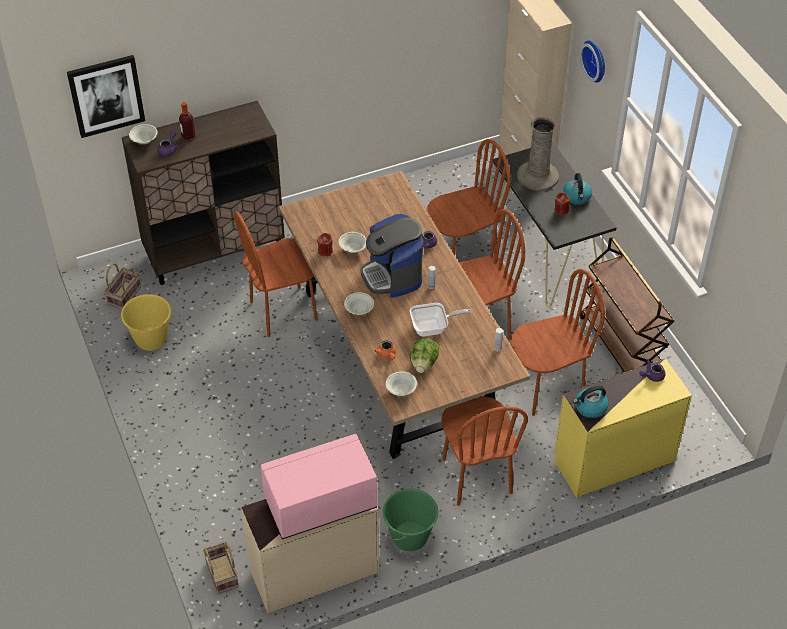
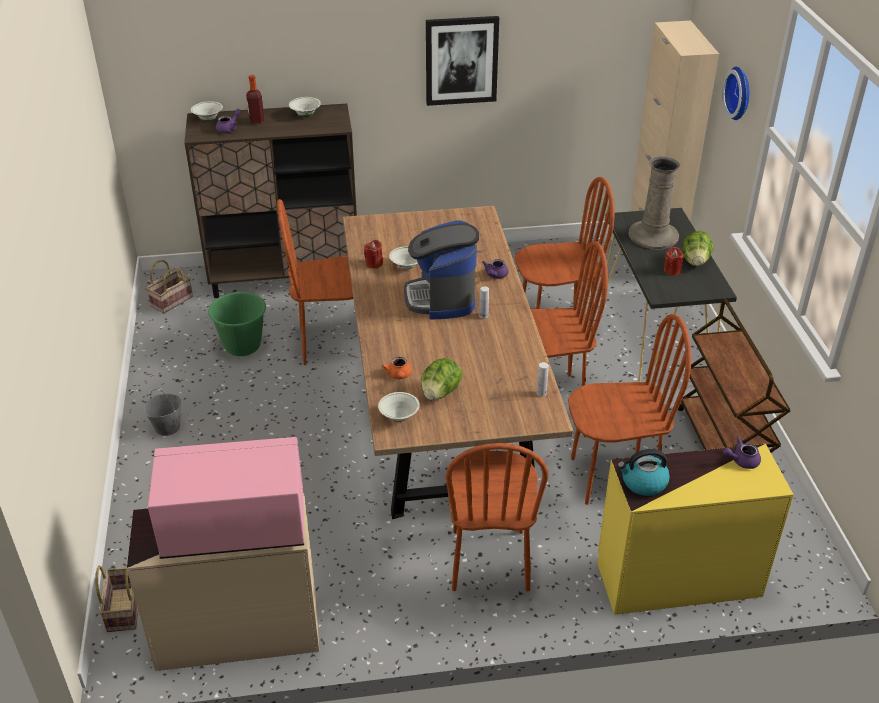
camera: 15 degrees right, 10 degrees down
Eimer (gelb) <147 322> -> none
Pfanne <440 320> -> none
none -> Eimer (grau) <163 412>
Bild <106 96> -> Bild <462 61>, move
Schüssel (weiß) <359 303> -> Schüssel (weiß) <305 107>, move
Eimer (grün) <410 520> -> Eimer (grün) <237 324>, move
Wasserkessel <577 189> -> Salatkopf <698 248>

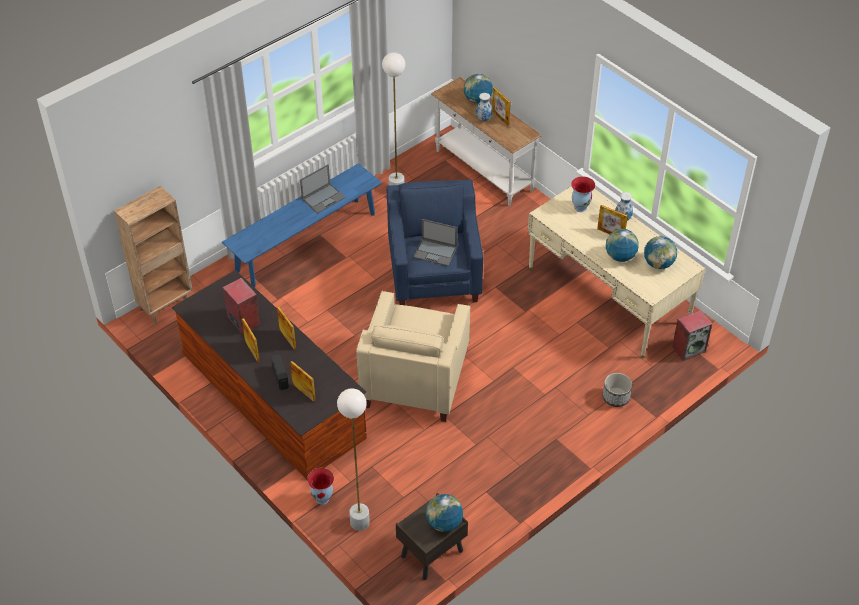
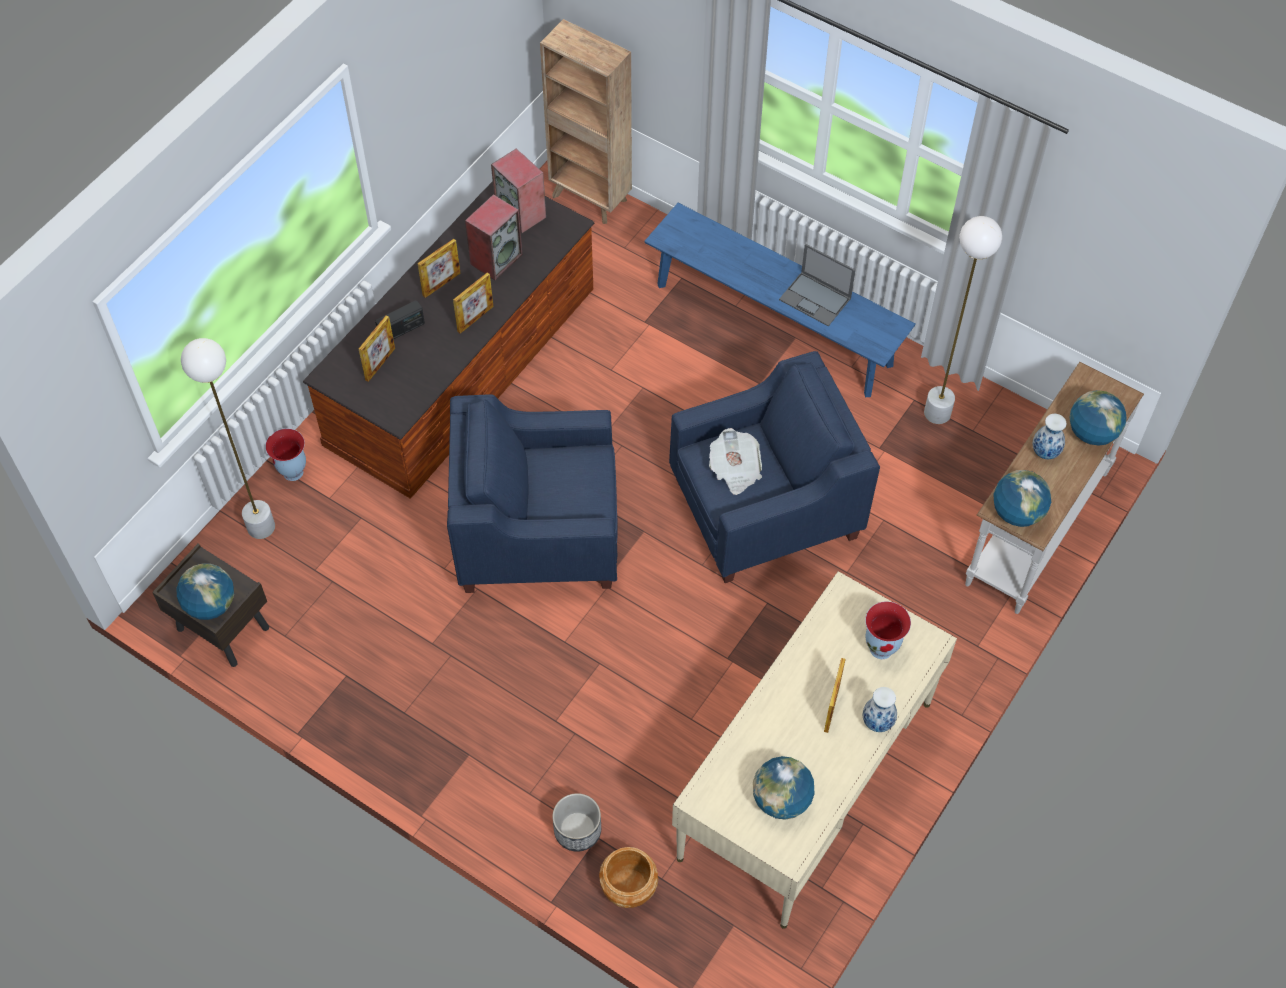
camera: 75 degrees right, 10 degrees up
Bilderrahmen <501 106> -> none
none -> Pflanzkübel (braun) <628 877>
Globus <622 245> -> Globus <1022 498>, move
Lautsprecher <692 335> -> Lautsprecher <518 191>, move
Laptop <435 242> -> Zeitung <735 461>
Sessel (beige) <413 356> -> Sessel (blau) <532 493>

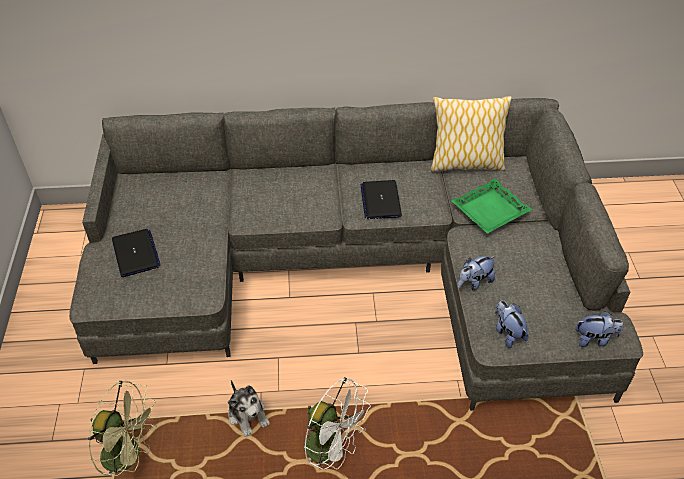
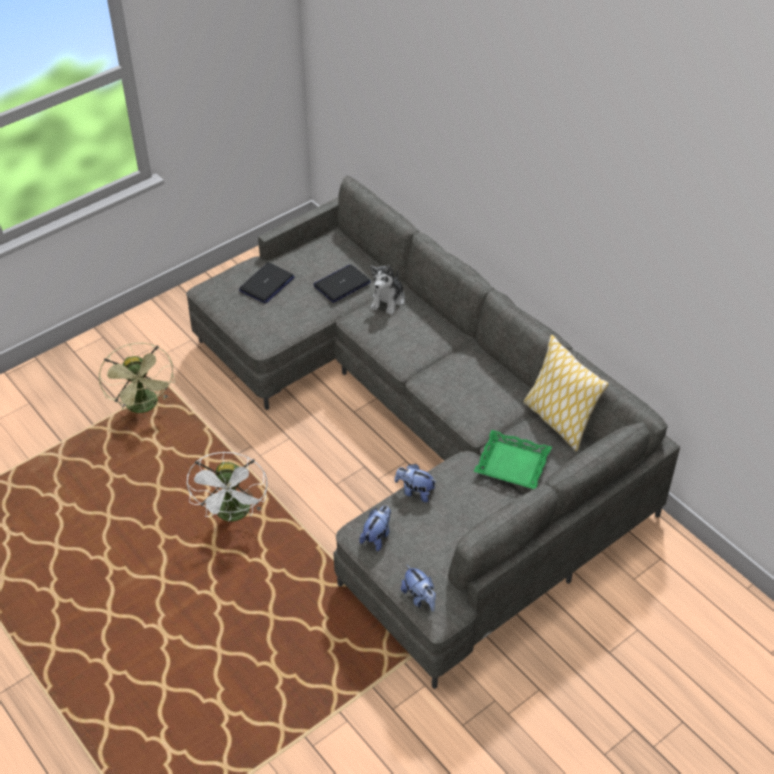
camera: 55 degrees right, 0 degrees up
Plüschtier <249 408> -> Plüschtier <387 290>, move
Laptop <381 199> -> Laptop <342 284>, move

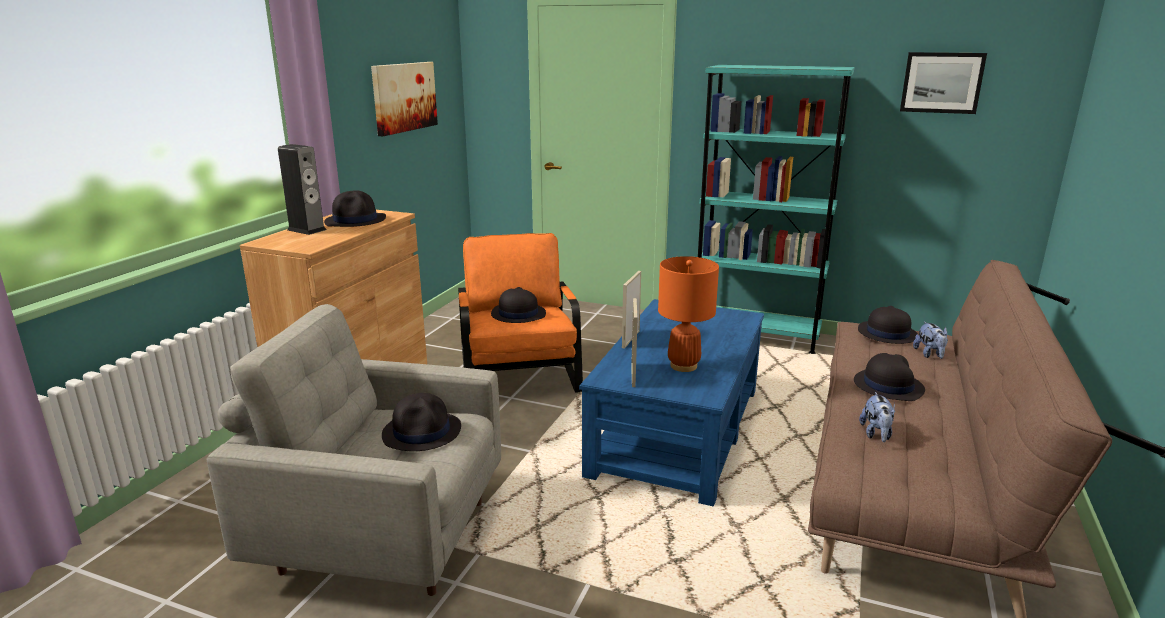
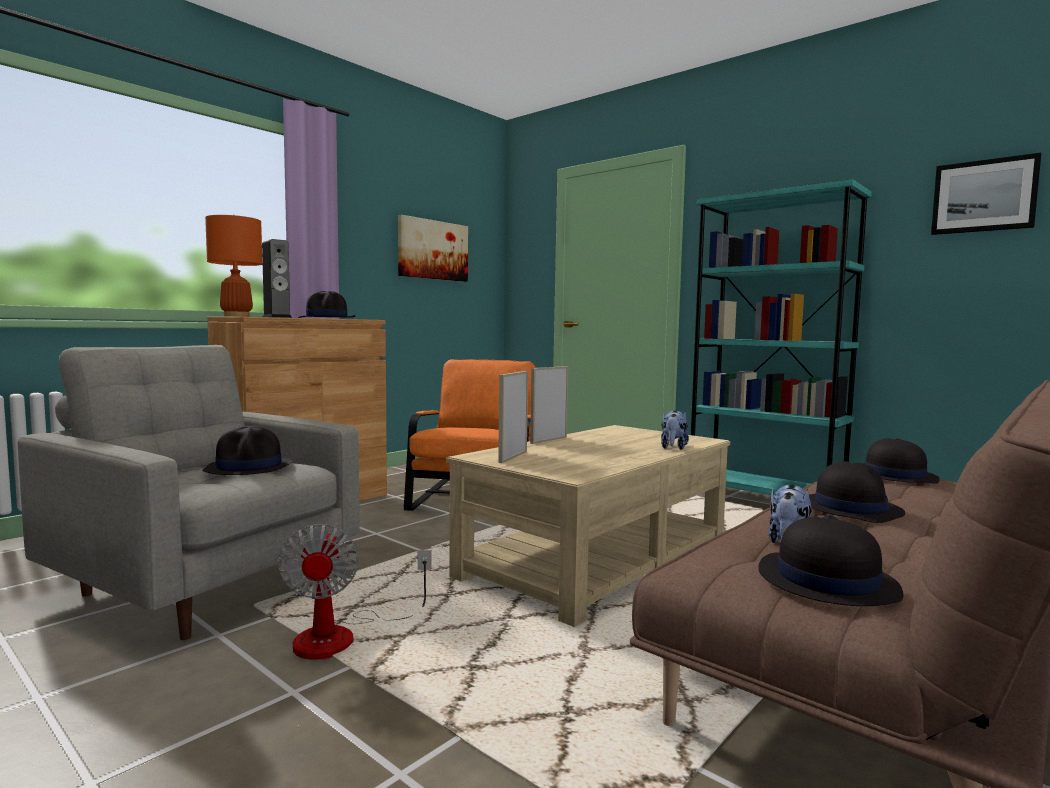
camera: 20 degrees right, 15 degrees down
none -> Ventilator <354 592>
Hut (schwarz) <518 305> -> Hut (schwarz) <830 560>, move
Tischlampe (orange) <688 314> -> Tischlampe (orange) <233 266>, move
Plüschtier <930 340> -> Plüschtier <675 430>, move
Couchtisch (blau) <671 403> -> Couchtisch (beige) <588 526>

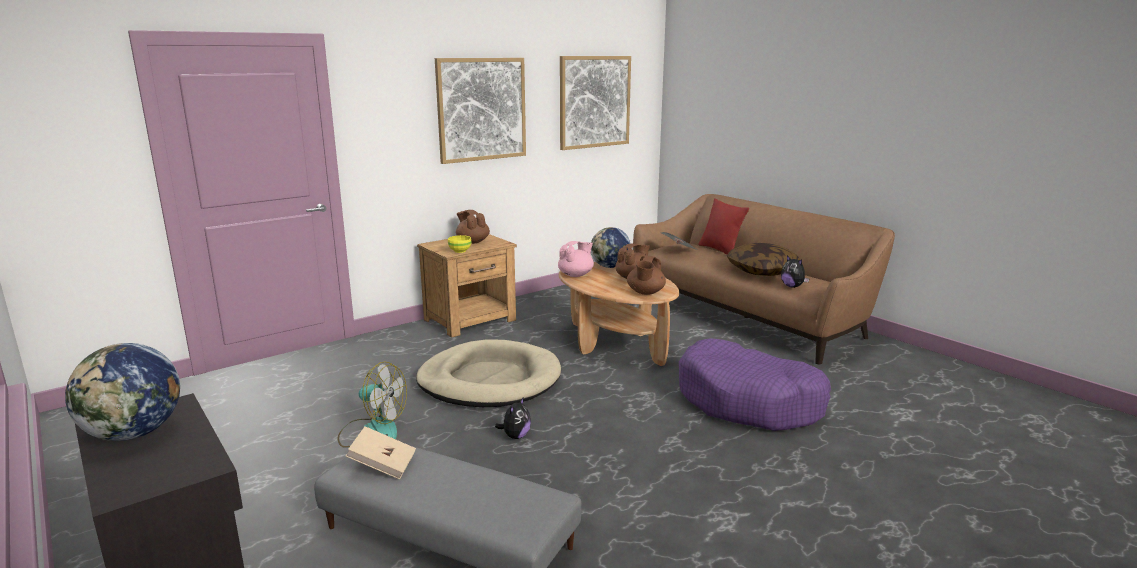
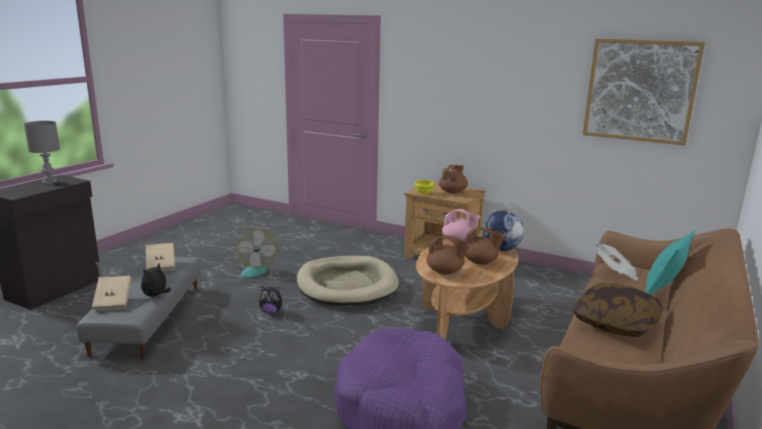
camera: 65 degrees right, 0 degrees up
Bild <480 111> -> none
none -> Buch (beige) <111 293>
Plüschtier <795 271> -> Plüschtier <156 280>, move
Globus <122 392> -> Tischlampe (grau) <42 152>
Kissen (rot) <724 226> -> Kissen (türkis) <670 262>
Teekanne (braun) <646 275> -> Teekanne (braun) <448 255>, 150 degrees counterclockwise

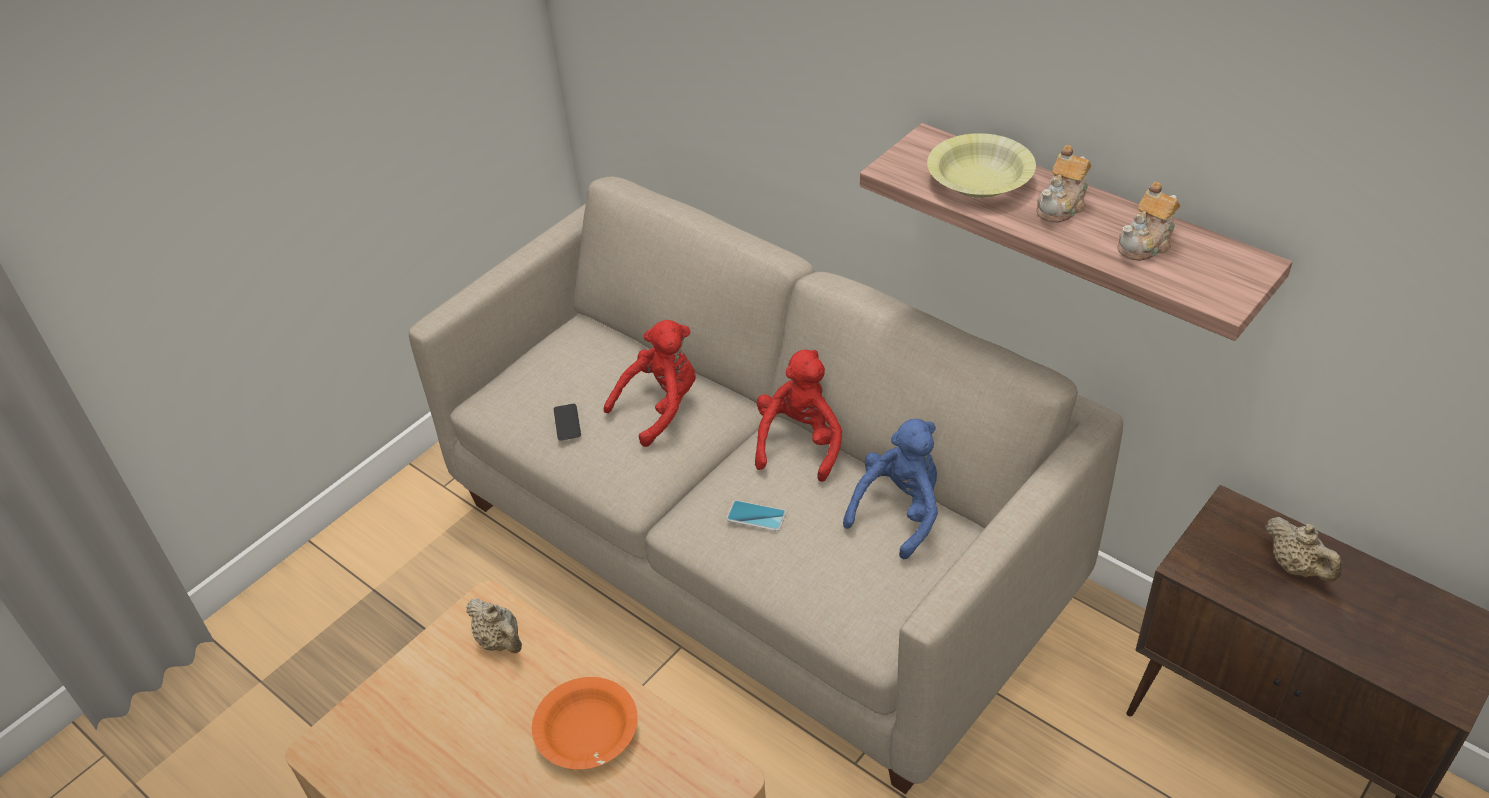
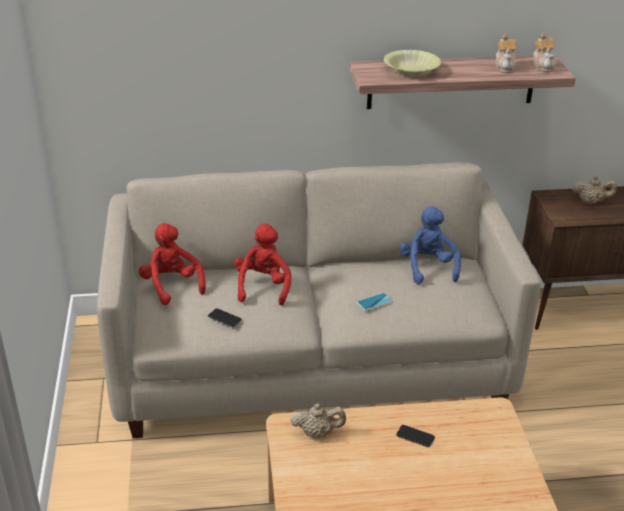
camera: 50 degrees left, 10 degrees down
Plüschtier (rot) <798 416> -> Plüschtier (rot) <172 264>, move
Teekanne <1063 184> -> Teekanne <544 52>, move
Schüssel (orange) <585 723> -> Handy <415 436>

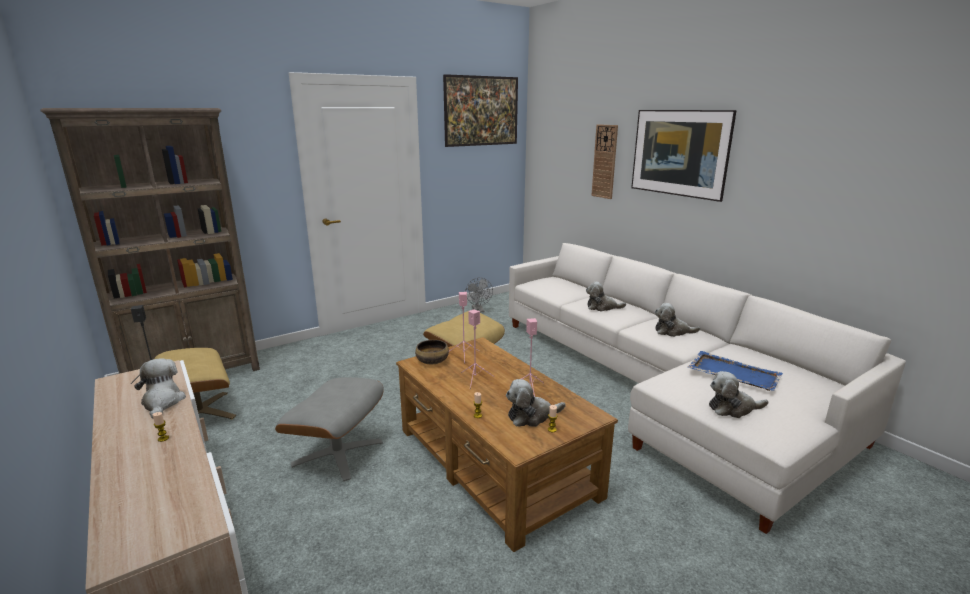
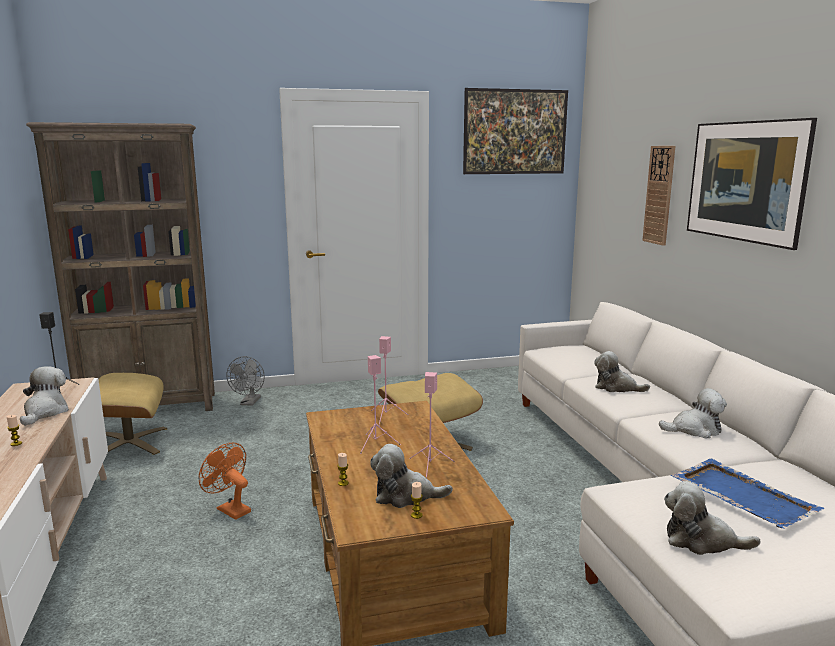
camera: 20 degrees right, 5 degrees down
Schüssel <432 352> -> none
Ventilator (grau) <479 295> -> Ventilator (grau) <245 381>, move
Polsterhocker (grau) <329 429> -> Ventilator (orange) <224 481>
Plüschtier <677 320> -> Plüschtier <693 413>, 150 degrees clockwise

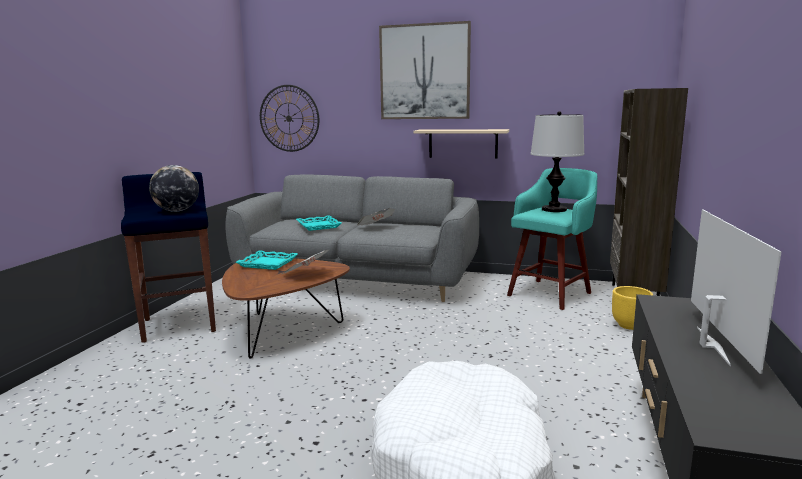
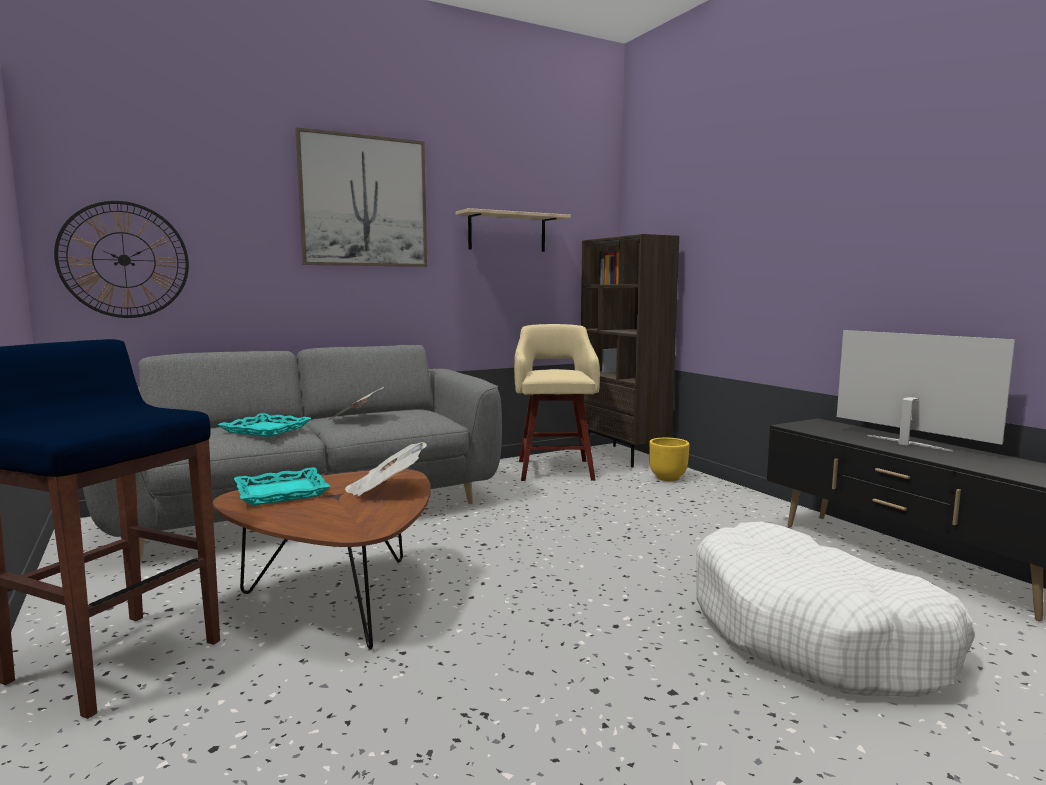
camera: 45 degrees left, 5 degrees down
Globus <174 188> -> none
Tischlampe <558 161> -> none
Wandregal (beige) <461 144> -> Wandregal (beige) <513 230>, move
Hocker (türkis) <552 239> -> Hocker (beige) <557 402>

